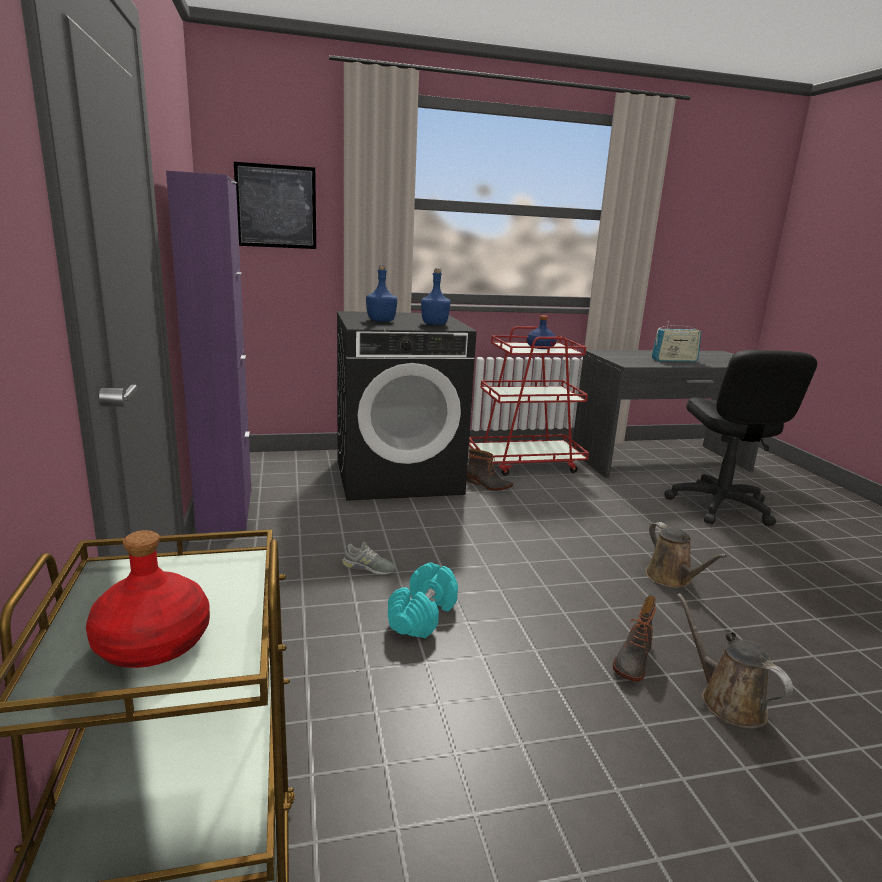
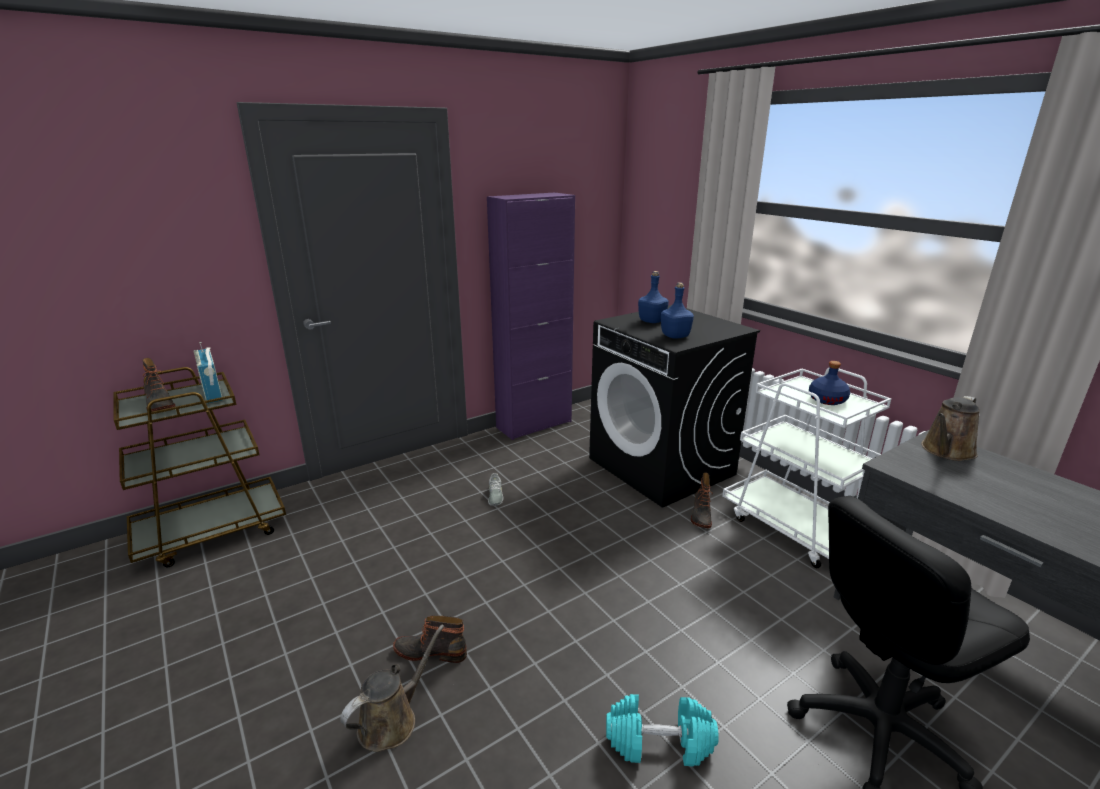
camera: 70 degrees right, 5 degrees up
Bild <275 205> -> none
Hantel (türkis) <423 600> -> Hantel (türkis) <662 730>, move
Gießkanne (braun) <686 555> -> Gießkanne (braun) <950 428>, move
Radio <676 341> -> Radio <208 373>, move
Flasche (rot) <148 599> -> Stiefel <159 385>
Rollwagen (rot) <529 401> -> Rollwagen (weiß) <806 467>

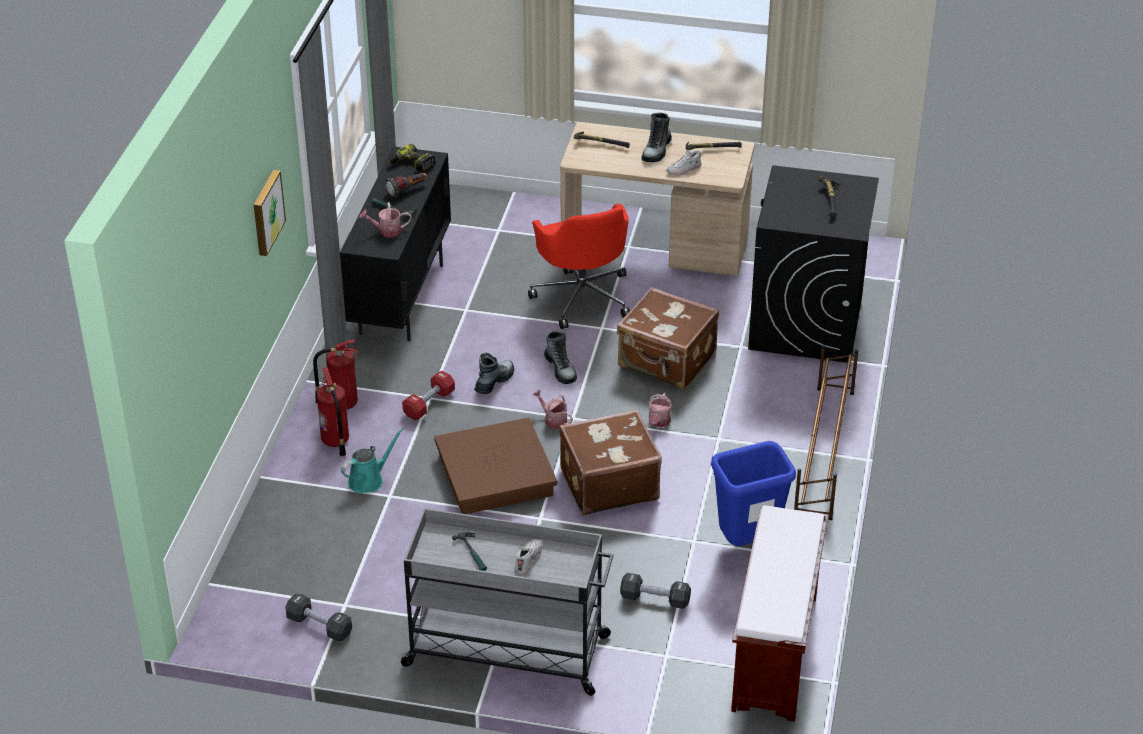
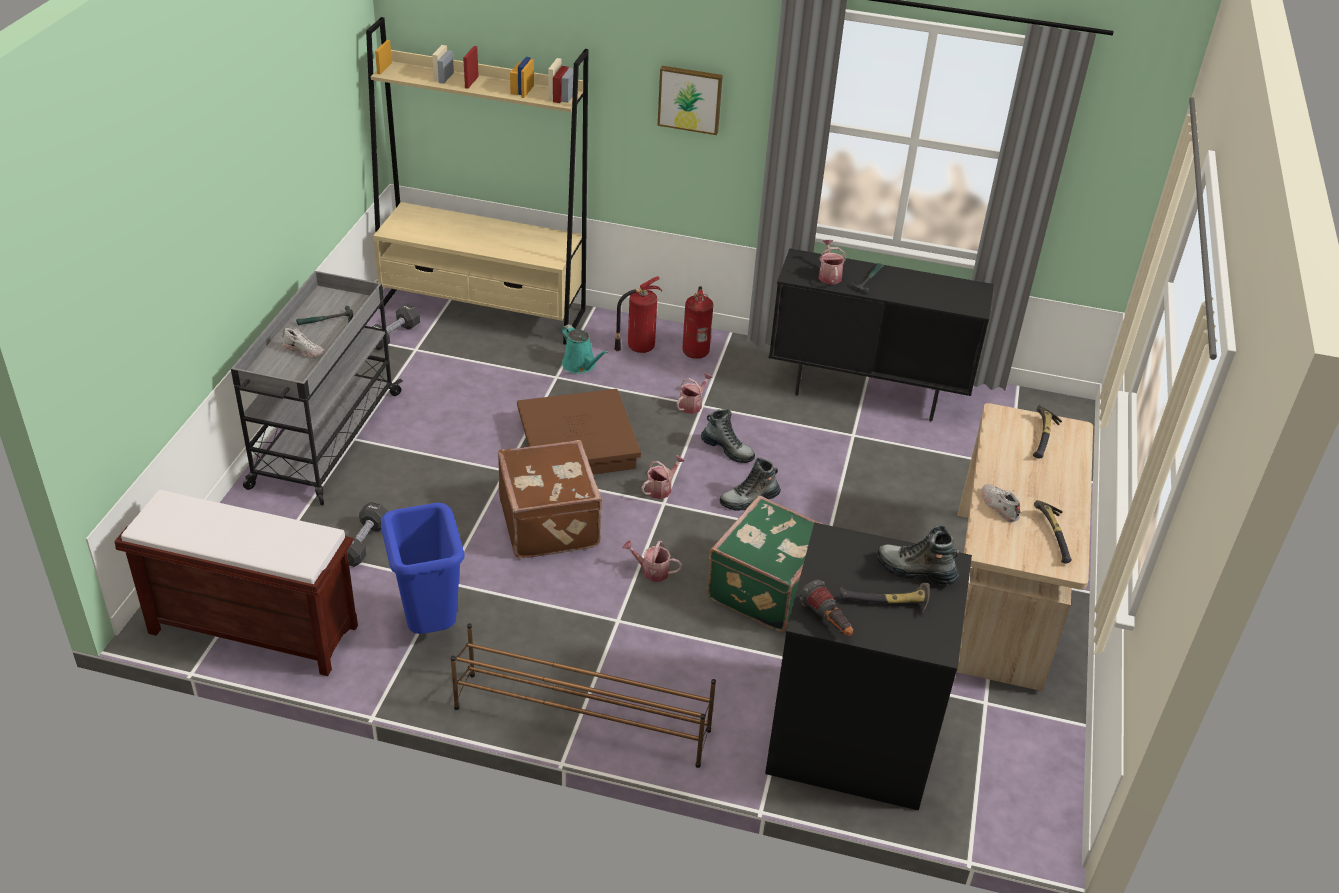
camera: 90 degrees right, 0 degrees up
Bohrmaschine <411 158> -> none
Bürostuhl (rot) <579 266> -> none
none -> Bücherregal (beige) <477 181>
Taschenlampe <406 185> -> Taschenlampe <826 608>, move
Stiefel <656 137> -> Stiefel <918 555>, move
Hantel (rot) <428 395> -> Gießkanne <694 393>
Koffer (braun) <668 338> -> Koffer (grün) <766 563>

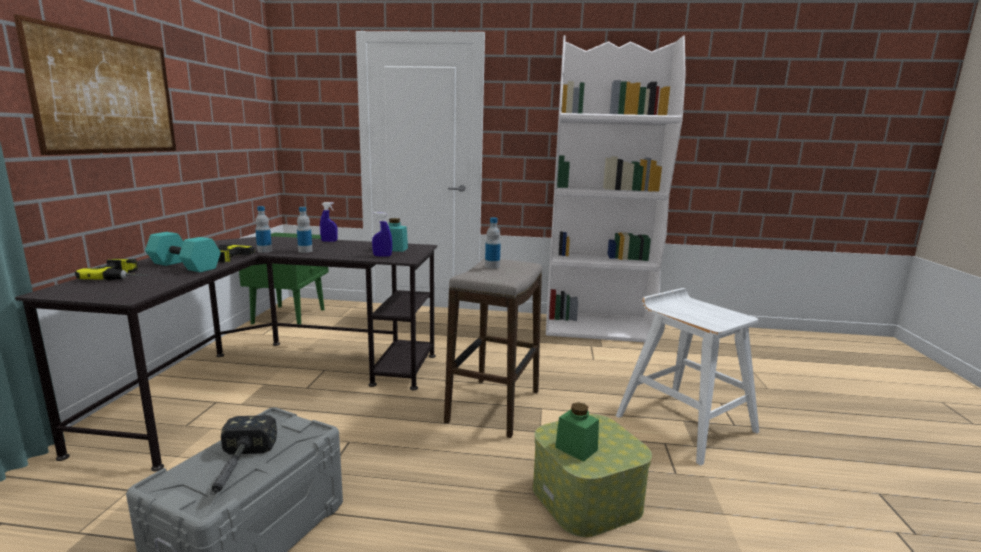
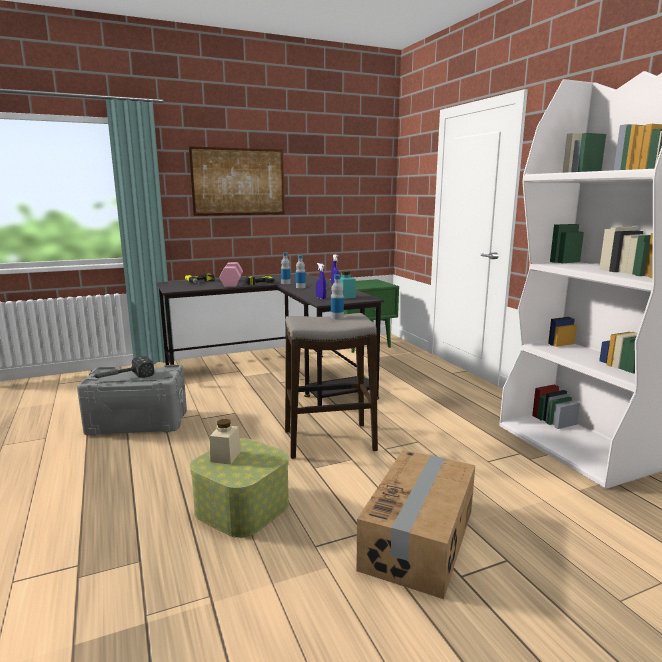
camera: 60 degrees right, 0 degrees up
Hocker (weiß) <687 377> -> Karton <415 524>
Hantel (türkis) <183 252> -> Hantel (rosa) <231 274>
Vorratsglas (grün) <577 432> -> Vorratsglas (beige) <225 442>

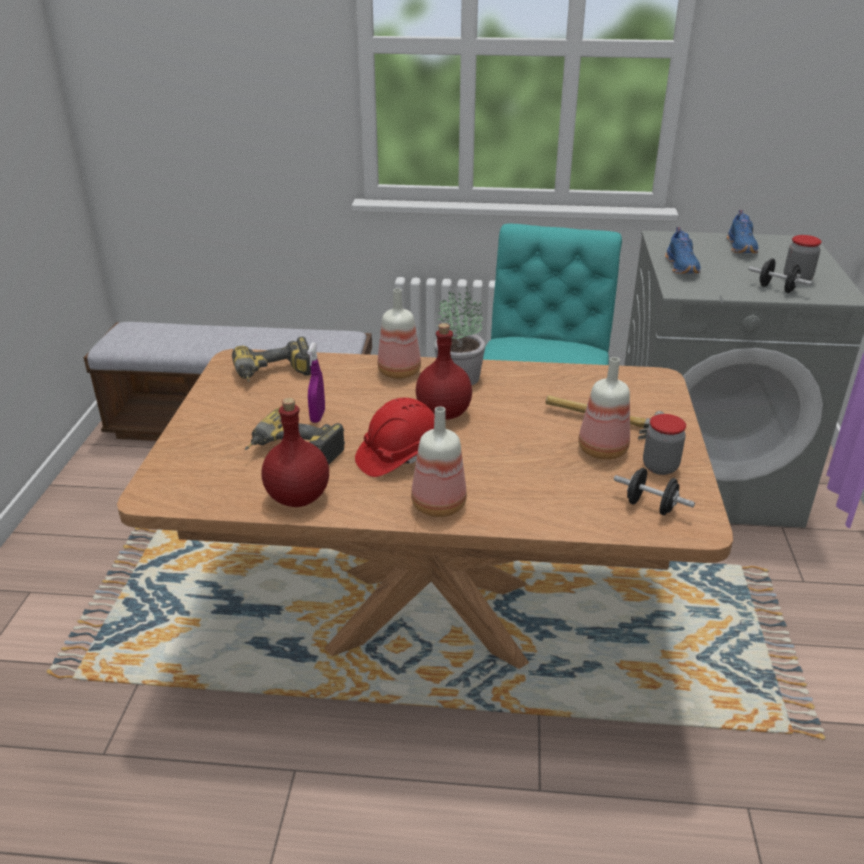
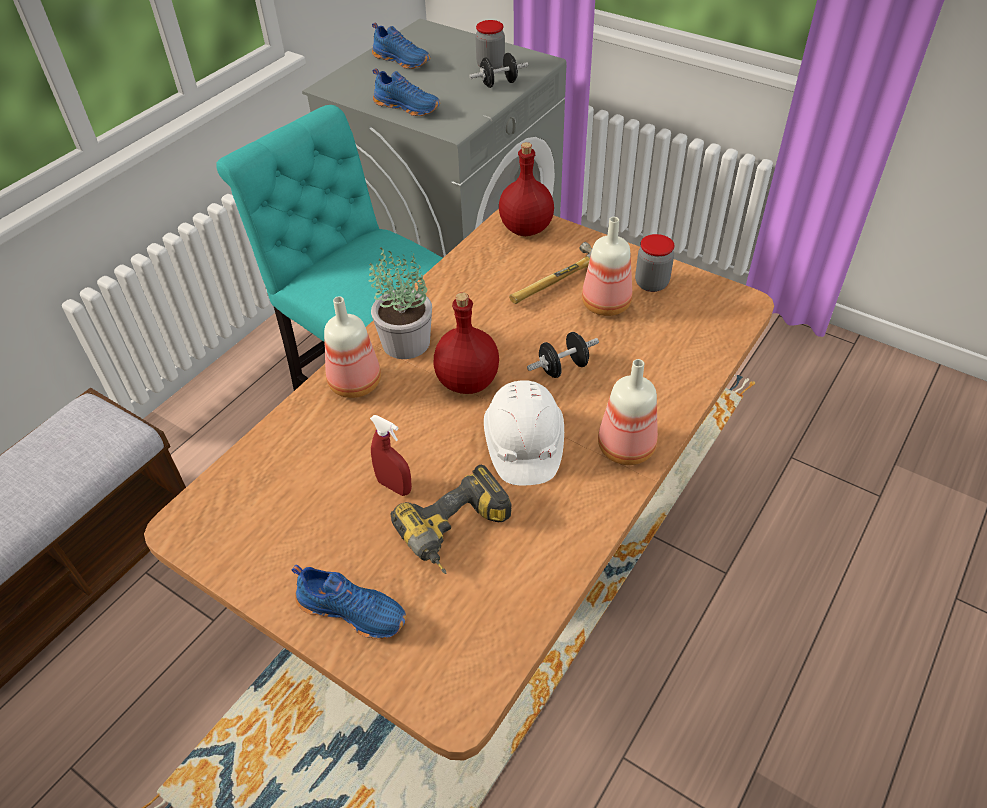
camera: 60 degrees left, 15 degrees up
Bohrmaschine <271 359> -> none
none -> Schuh (blau) <349 602>
Flasche (rot) <295 452> -> Flasche (rot) <526 189>, move
Hantel (schwarz) <654 491> -> Hantel (schwarz) <563 355>, move
Sprühflasche (lila) <316 382> -> Sprühflasche (rot) <391 455>
Schutzhelm (rot) <395 437> -> Schutzhelm (weiß) <524 433>

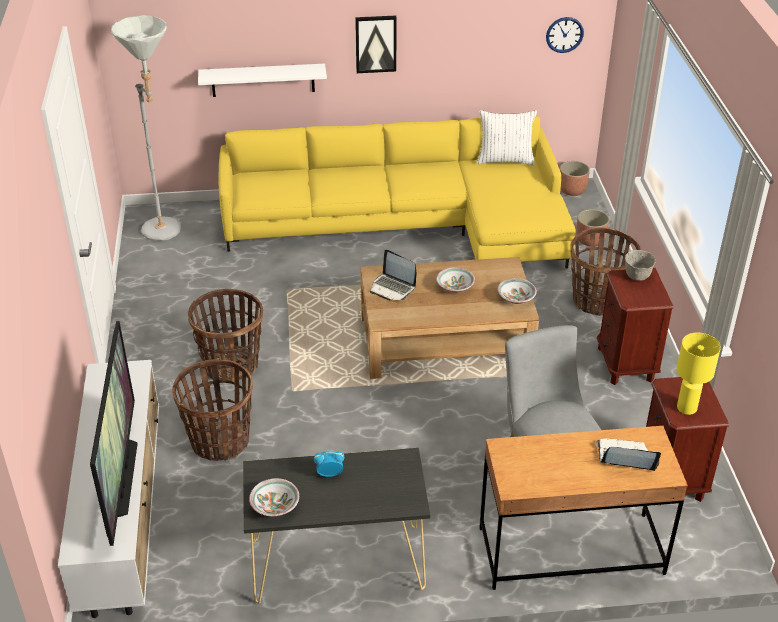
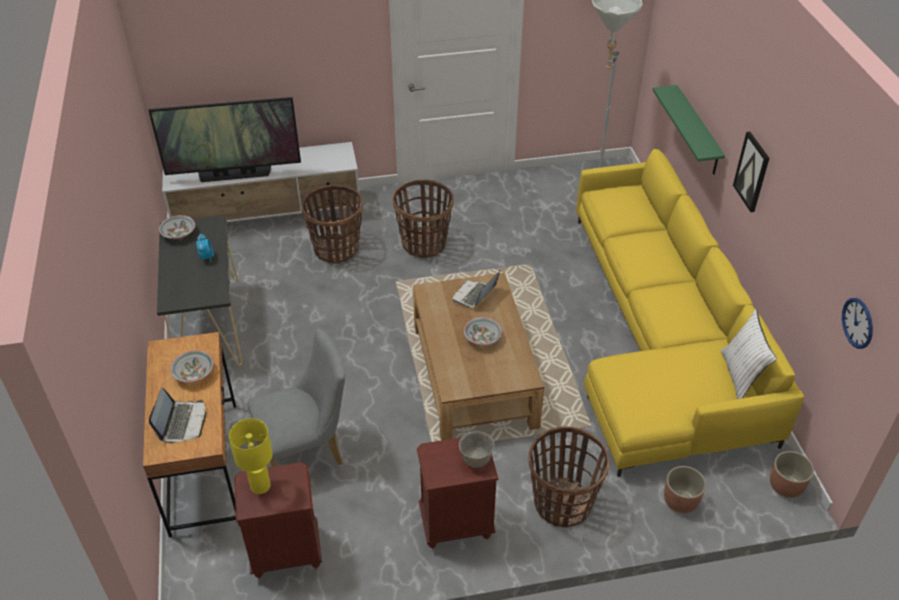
camera: 85 degrees right, 5 degrees up
Schüssel <517 291> -> Schüssel <191 366>, move
Wandregal (weiß) <262 80> -> Wandregal (grün) <689 130>

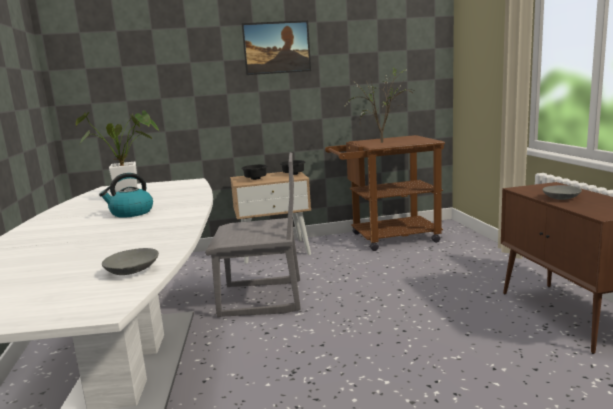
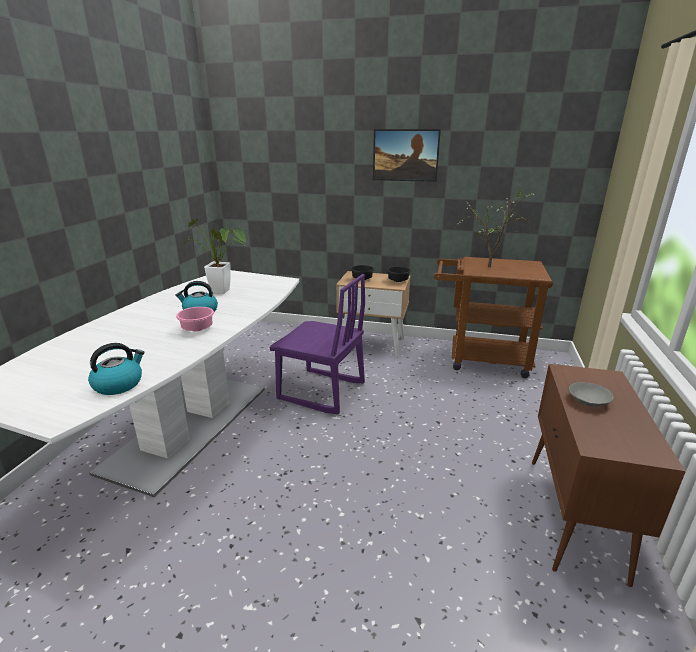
camera: 25 degrees right, 10 degrees up
none -> Schüssel (rosa) <195 319>
Schüssel (grau) <130 261> -> Wasserkessel <116 369>
Stuhl (grau) <253 235> -> Stuhl (lila) <317 344>

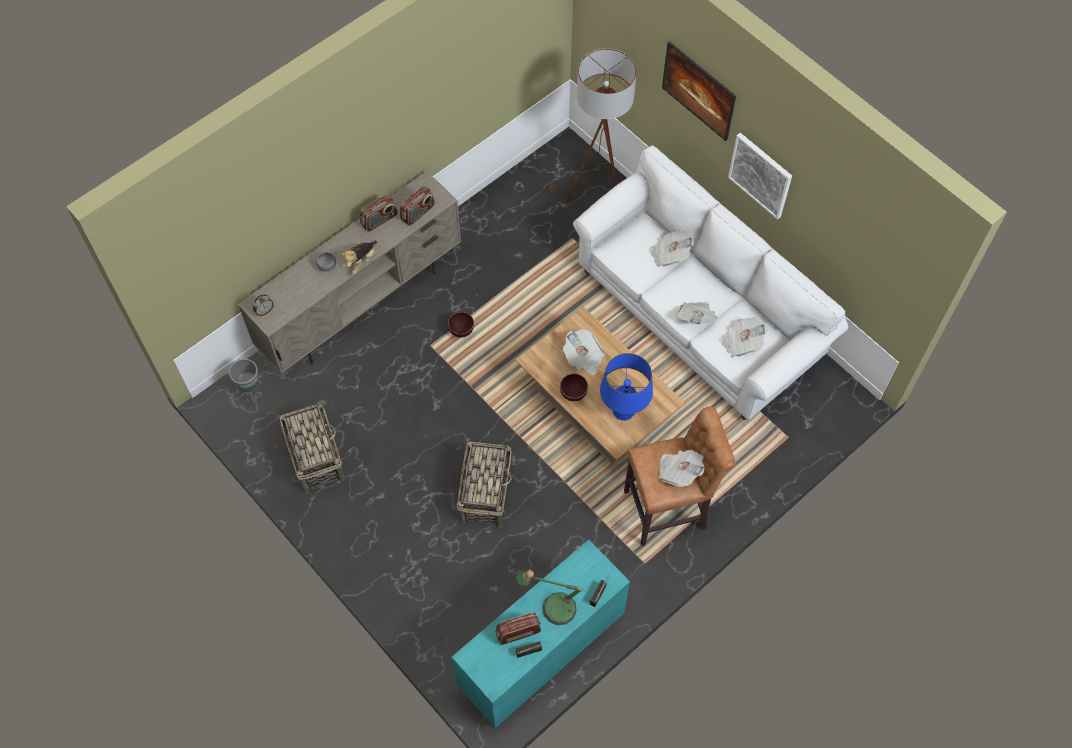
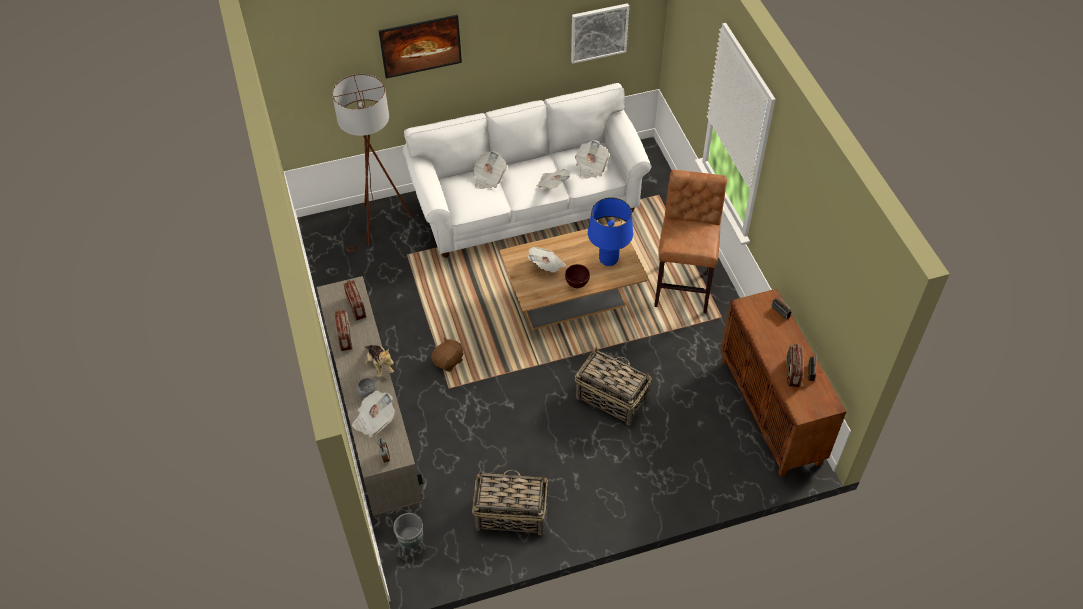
camera: 65 degrees left, 10 degrees down
Tischlampe <550 597> -> none
Zeitung <681 468> -> Zeitung <373 413>, move
Bild <760 176> -> Bild <600 33>, move
Schüssel (braun) <461 325> -> Plüschtier (braun) <447 354>
Schrank (türkis) <541 633> -> Schrank (braun) <784 383>

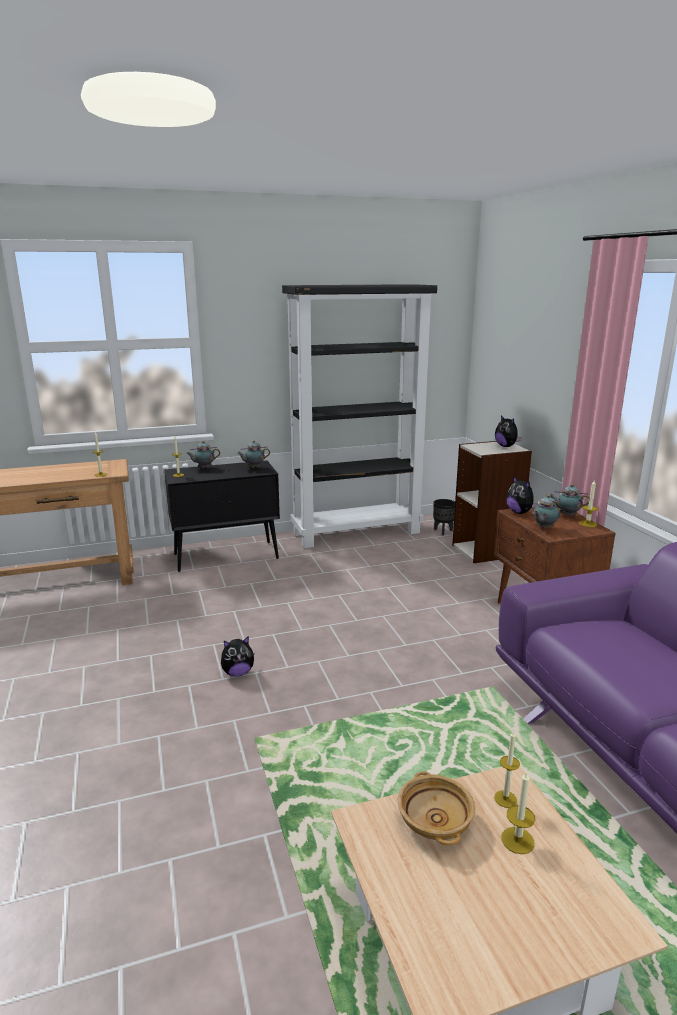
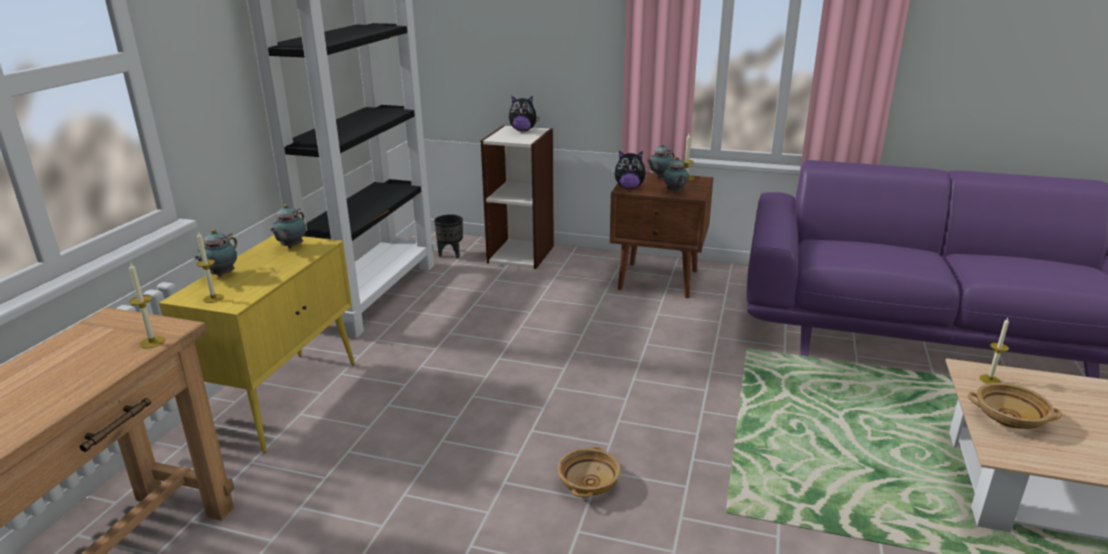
camera: 55 degrees left, 5 degrees up
Kerze <518 812> -> none
Plüschtier <238 656> -> Schüssel (beige) <589 472>
Schrank (schwarz) <222 516> -> Schrank (gelb) <257 344>

